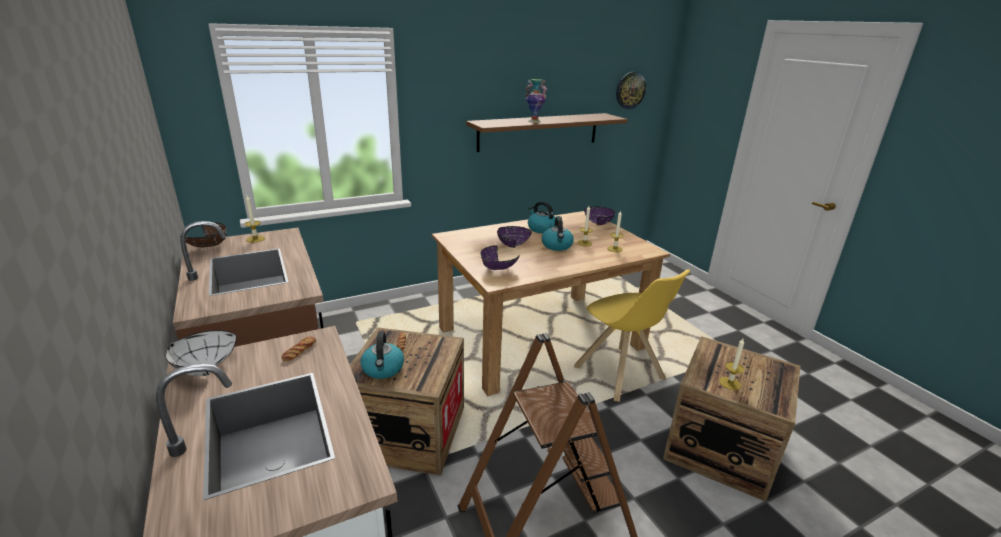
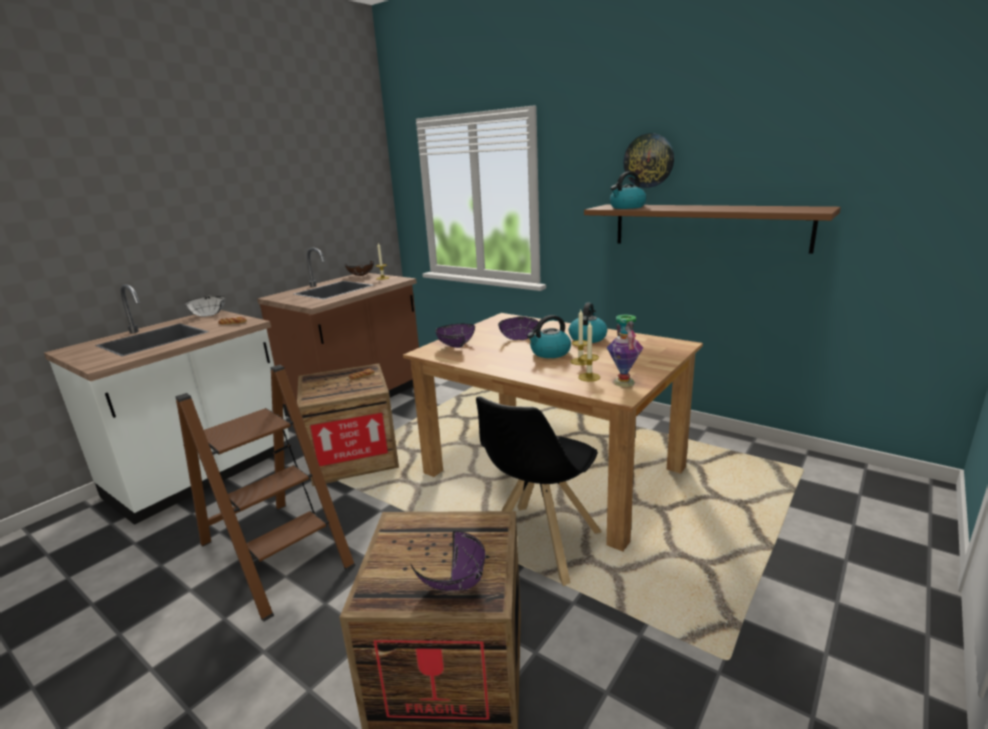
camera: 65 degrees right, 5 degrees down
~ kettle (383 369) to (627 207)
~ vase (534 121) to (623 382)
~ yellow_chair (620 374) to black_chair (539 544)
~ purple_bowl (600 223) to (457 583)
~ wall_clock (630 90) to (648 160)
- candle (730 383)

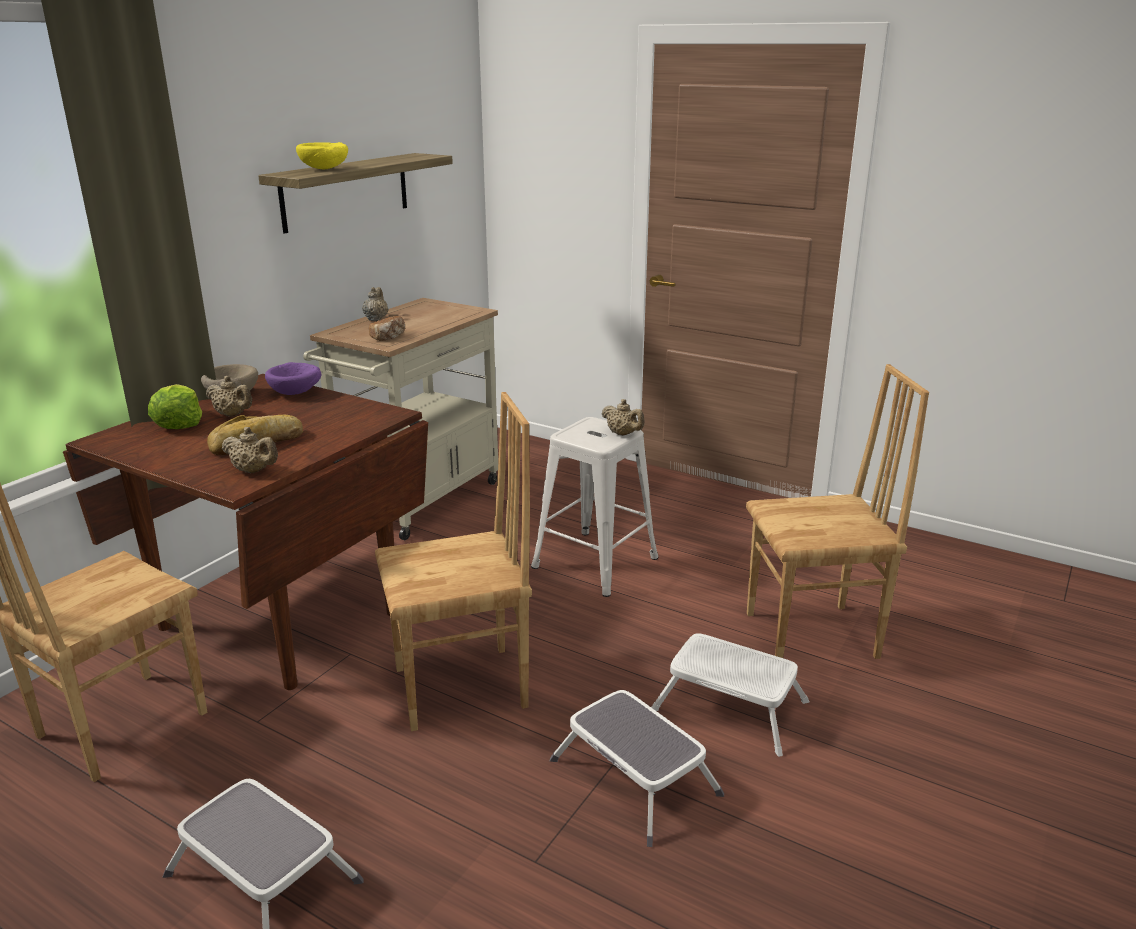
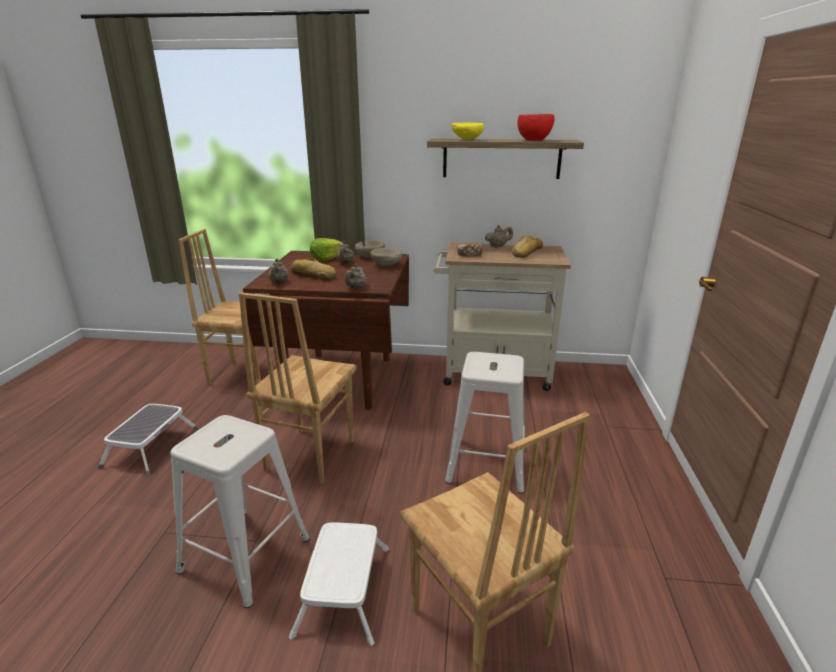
camera: 65 degrees right, 0 degrees up
~ purple_bowl (296 393) to beige_bowl (386 265)
~ brown_chair (462 689) = (309 455) 60 degrees clockwise
~ grey_step_ladder (634 777) to white_stool (245 555)
~ beige_teapot (623 434) to (355 288)
+ bread (525 252)
+ red_bowl (534 140)

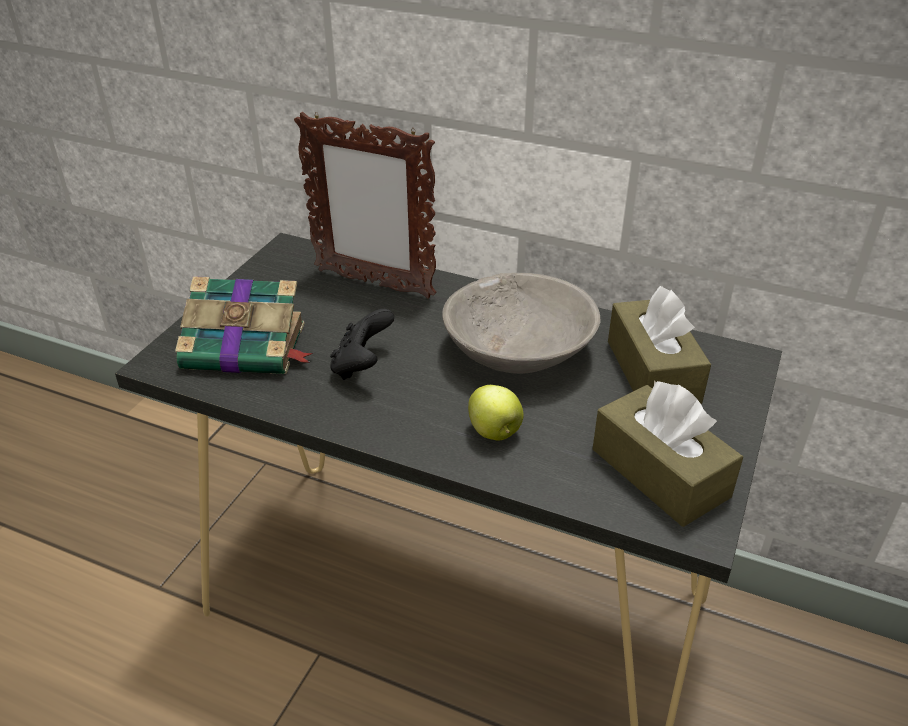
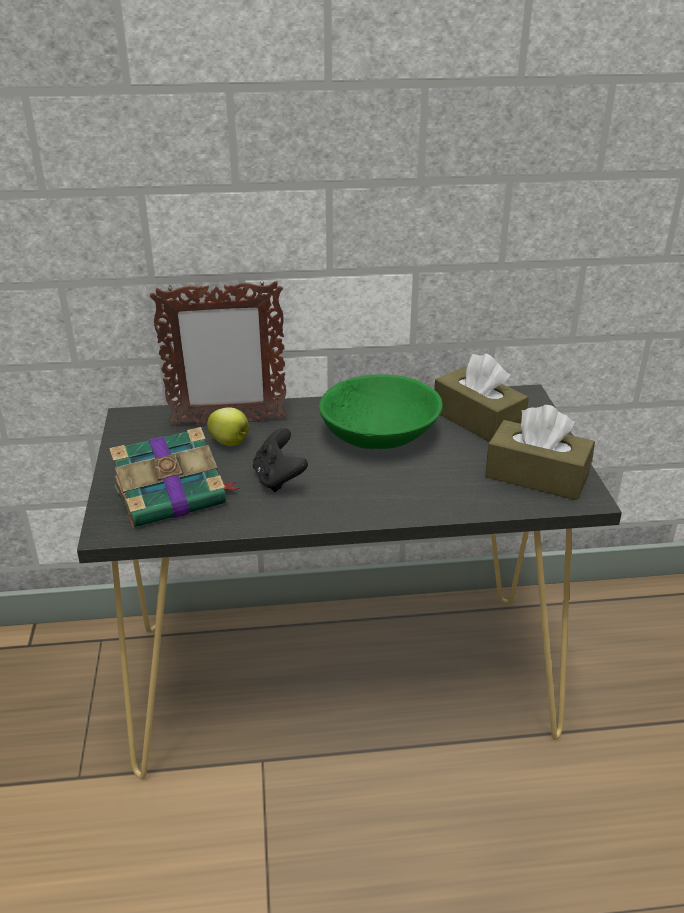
camera: 30 degrees left, 5 degrees down
~ grey_bowl (519 349) to green_bowl (379 433)
~ apple (495 433) to (230 443)

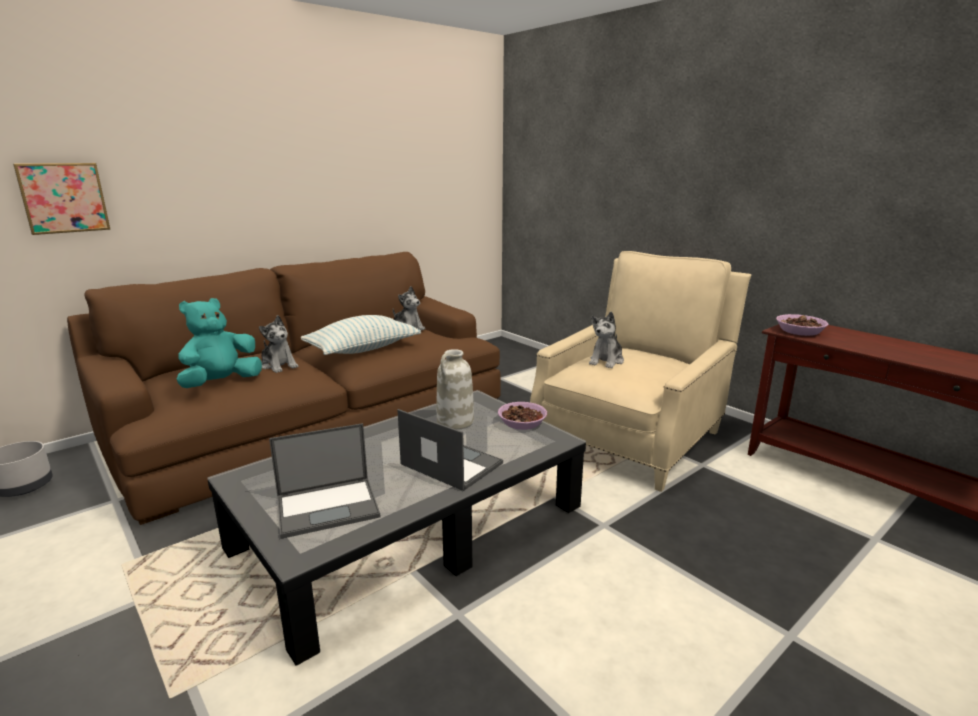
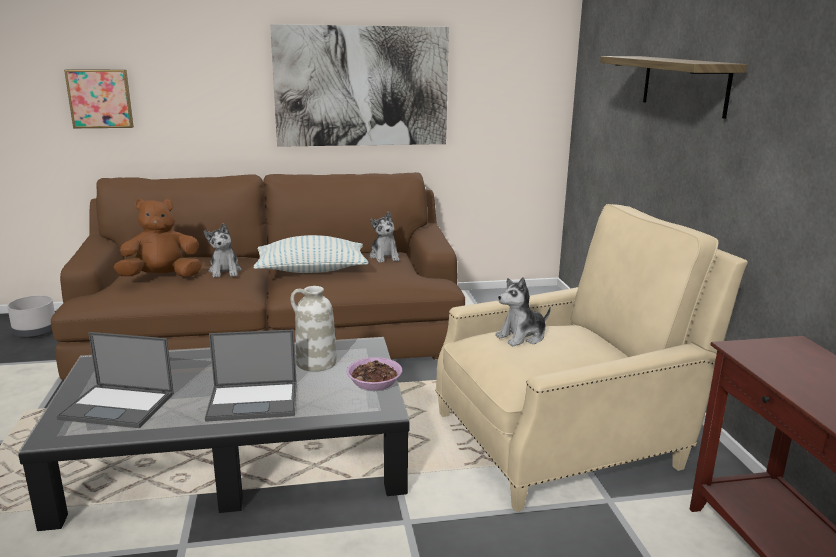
camera: 30 degrees right, 0 degrees up
~ turquoise_plush_toy (221 383) to brown_plush_toy (162 277)
~ laptop (450 463) = (254 401) 105 degrees clockwise
- bowl (799 331)
+ picture (361 86)
+ shelf (684 84)

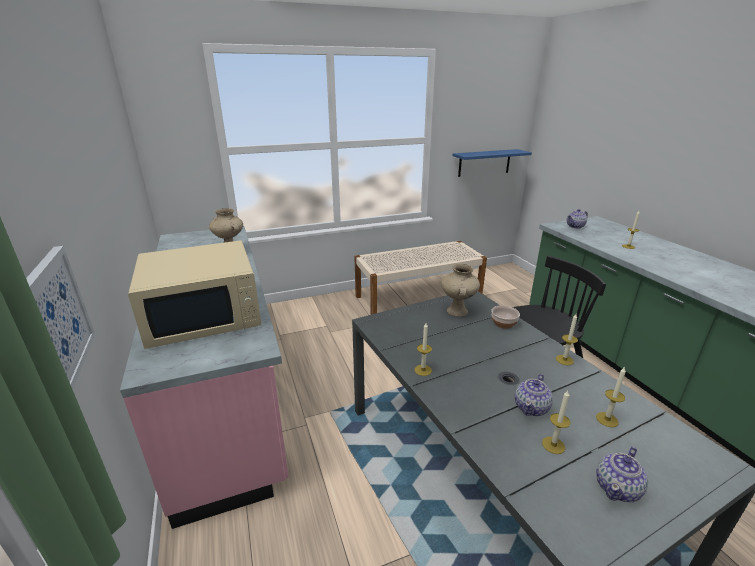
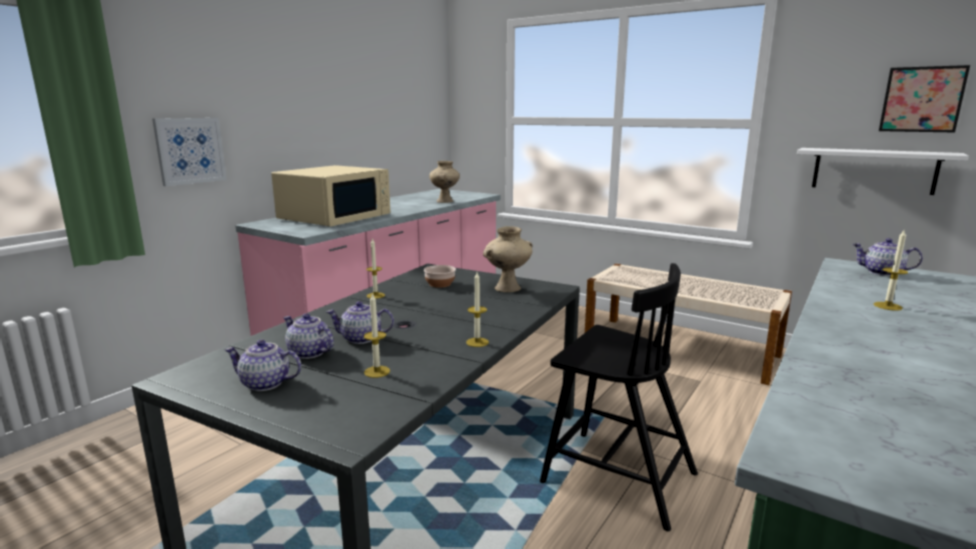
camera: 55 degrees right, 10 degrees down
~ beige_microwave (205 315) = (335 217) 90 degrees counterclockwise
~ blue_shelf (484 163) to white_shelf (873 170)
~ bowl (503 323) to (440 284)
~ candle (553 445) to teapot (309 353)
+ picture (922 99)

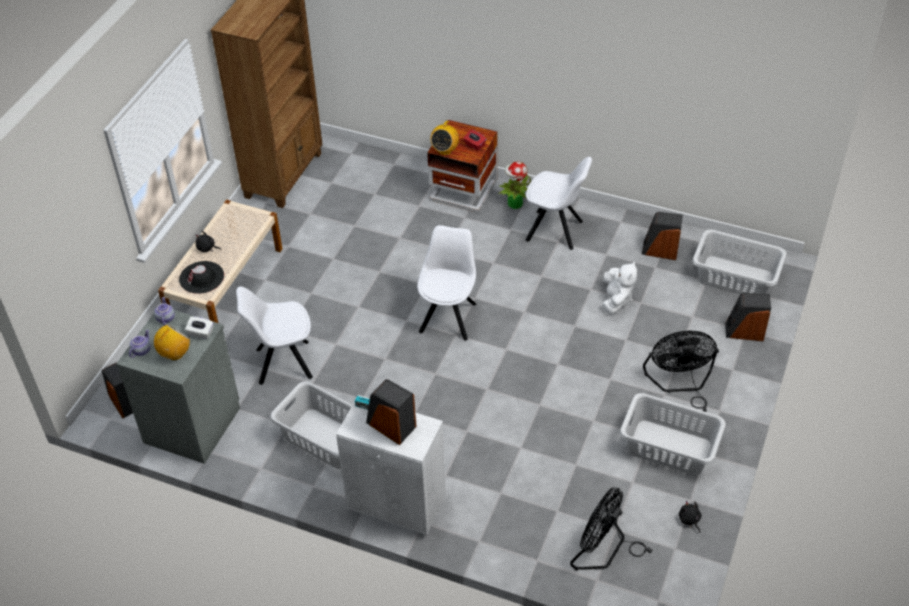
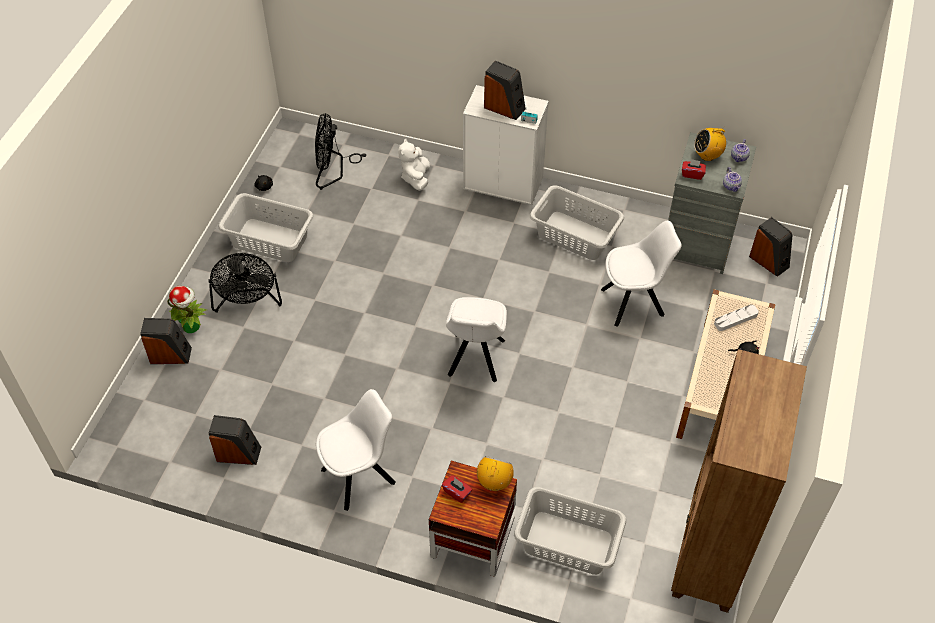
camera: 175 degrees right, 5 degrees up
~ radio (175 354) = (707 155) 45 degrees clockwise
~ black_hat (201 277) to white_tray (735 319)
~ white_tissue_box (200 333) to red_tissue_box (692 174)
~ potted_plant (514 203) to (192 326)
~ white_chair (555 231) = (359 477) 135 degrees clockwise
~ black_fan (606 546) = (333 166) 150 degrees clockwise
~ white_plush_toy (616 300) to (416 178)
~ grey_laundry_basket (735 277) to (568 544)

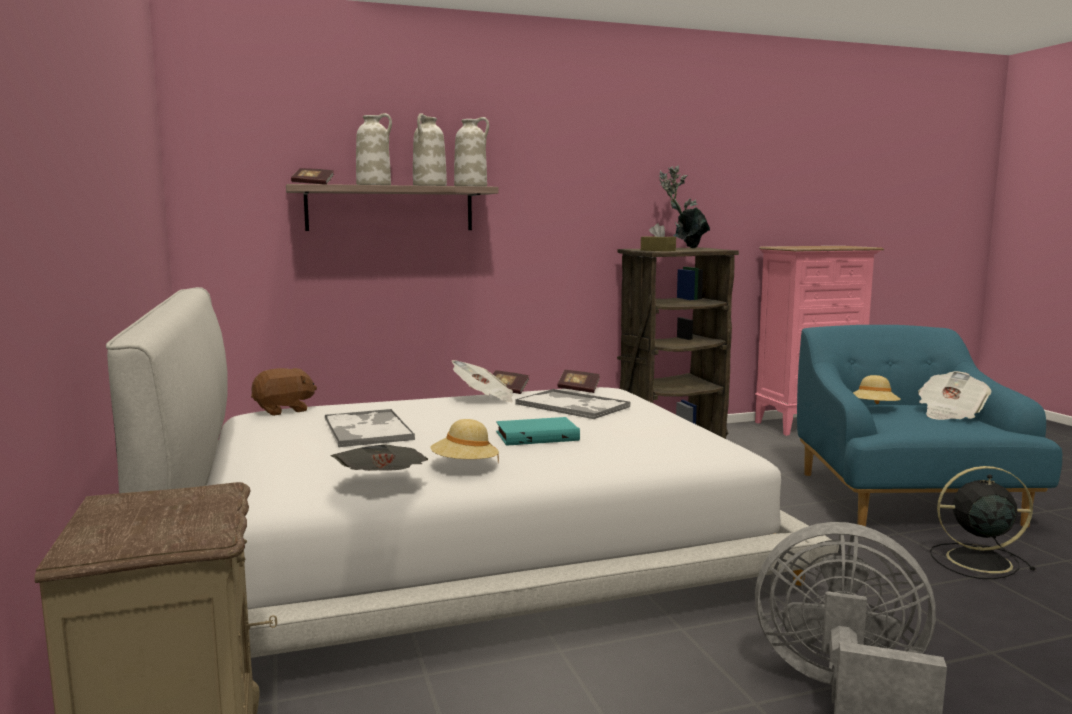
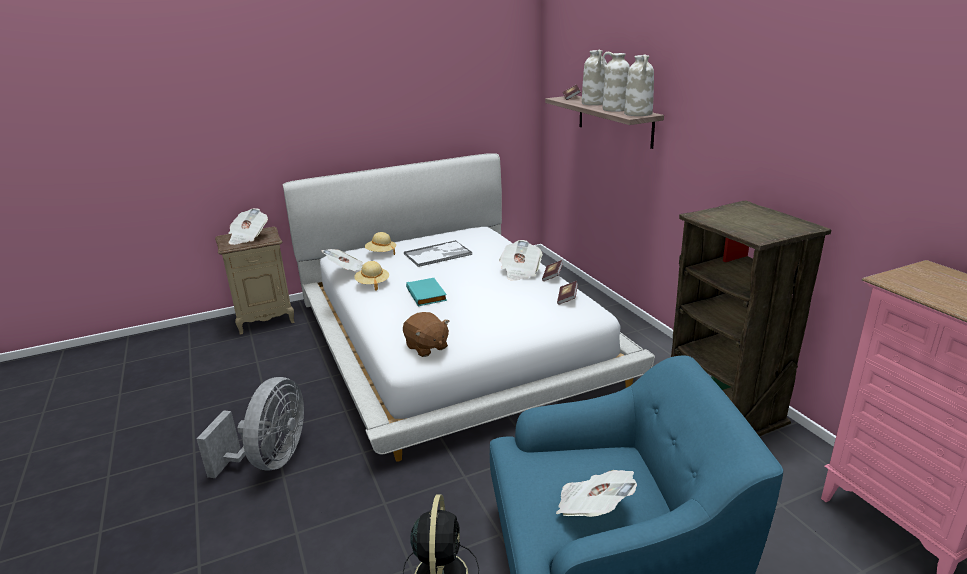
camera: 85 degrees right, 15 degrees up
~ brown_plush_toy (284 410) to (426 347)
- tray (573 406)
- brown_tissue_box (658 250)
- potted_plant (684 248)
~ beige_hat (873 409) to (381 253)
+ newspaper (248 237)

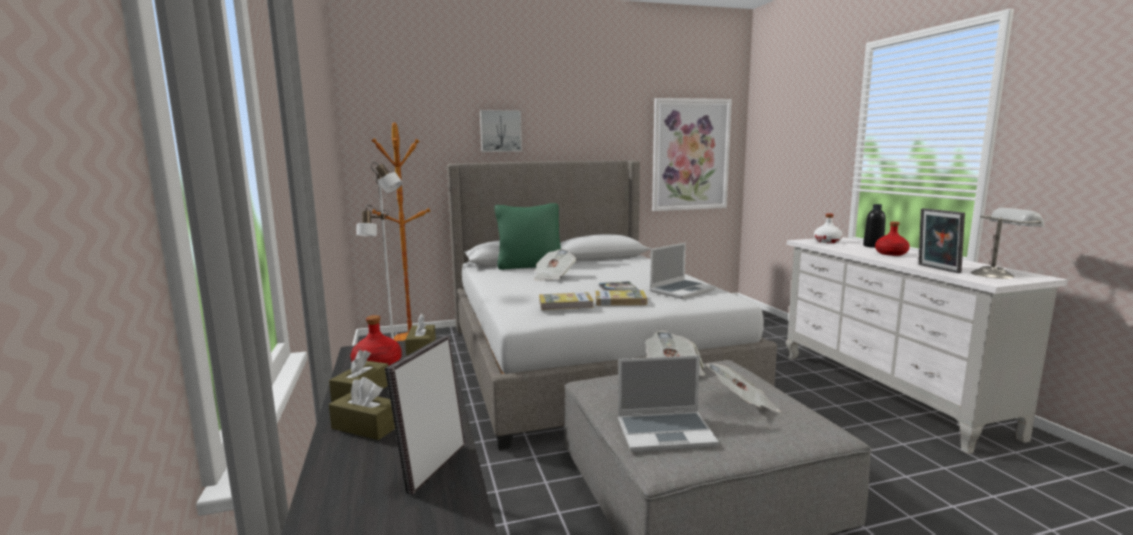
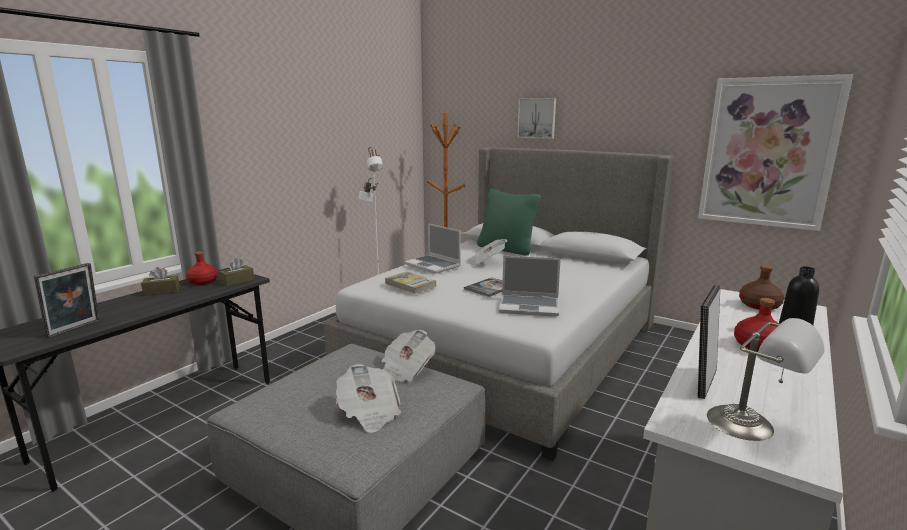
camera: 50 degrees right, 5 degrees up
- brown_tissue_box (366 427)
~ picture_frame (432 466) = (75 329) 135 degrees clockwise
- book (620 301)
~ laptop (666 432) to (433 265)
~ white_bottle (827 241) to brown_bottle (759 305)

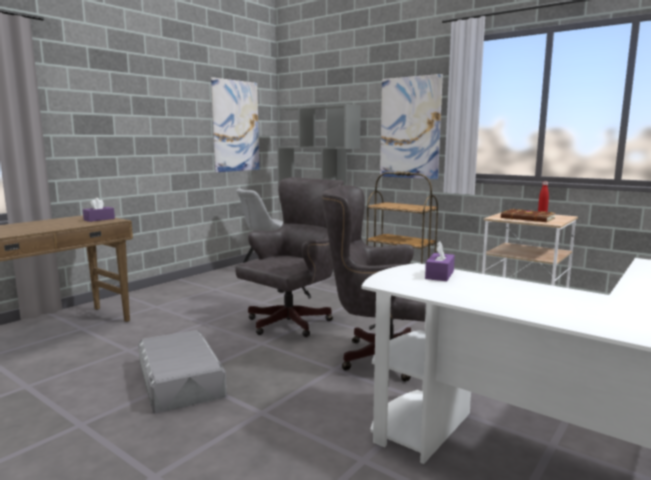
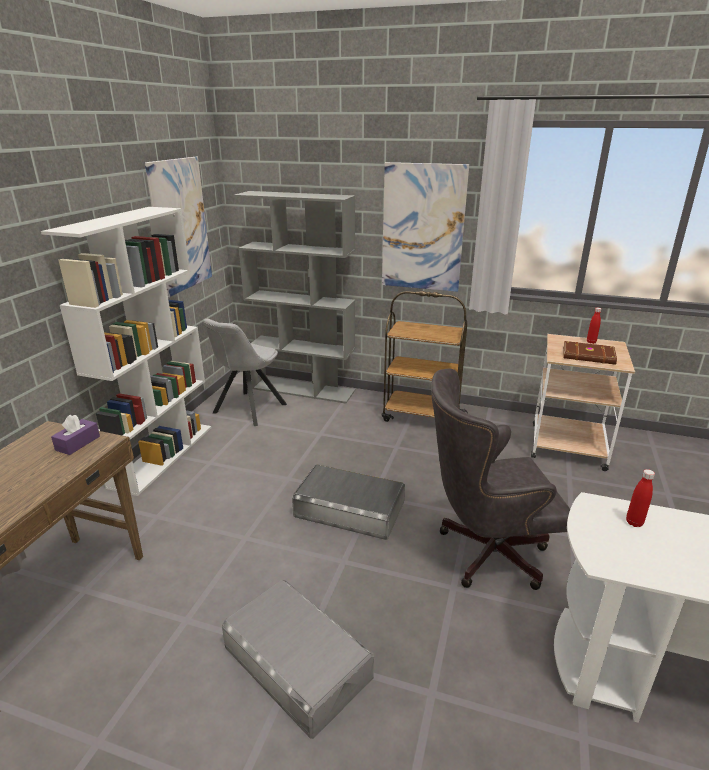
camera: 20 degrees left, 15 degrees up
~ grey_office_chair (293 321) to grey_storage_box (349 509)
~ purple_tissue_box (439 275) to red_bottle (634 522)
+ white_bookcase (163 455)

